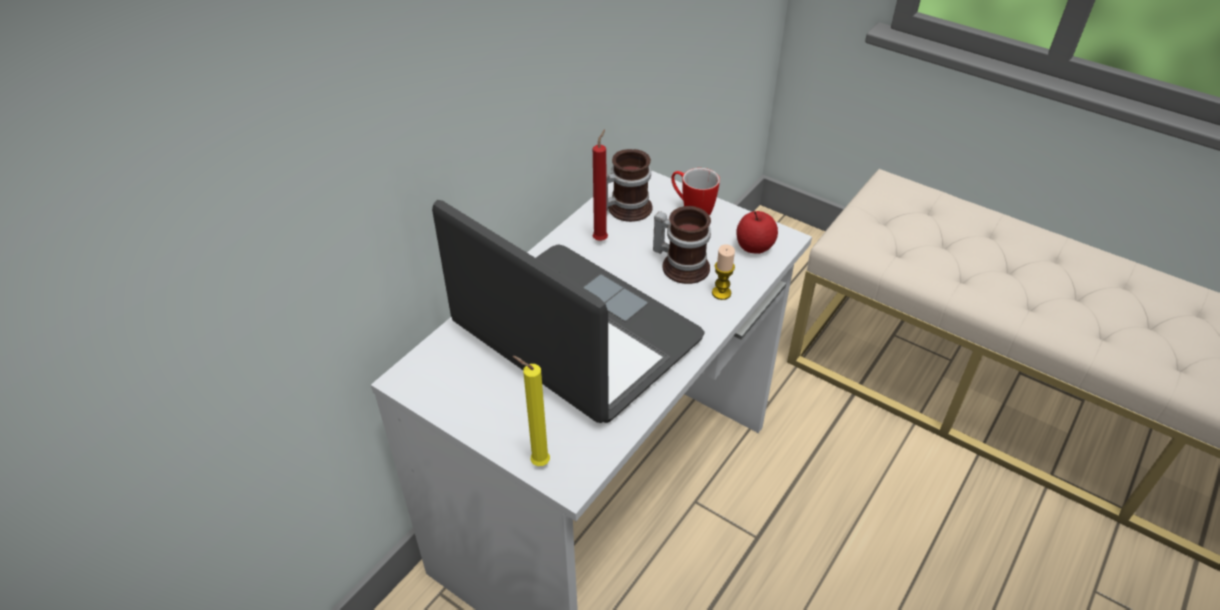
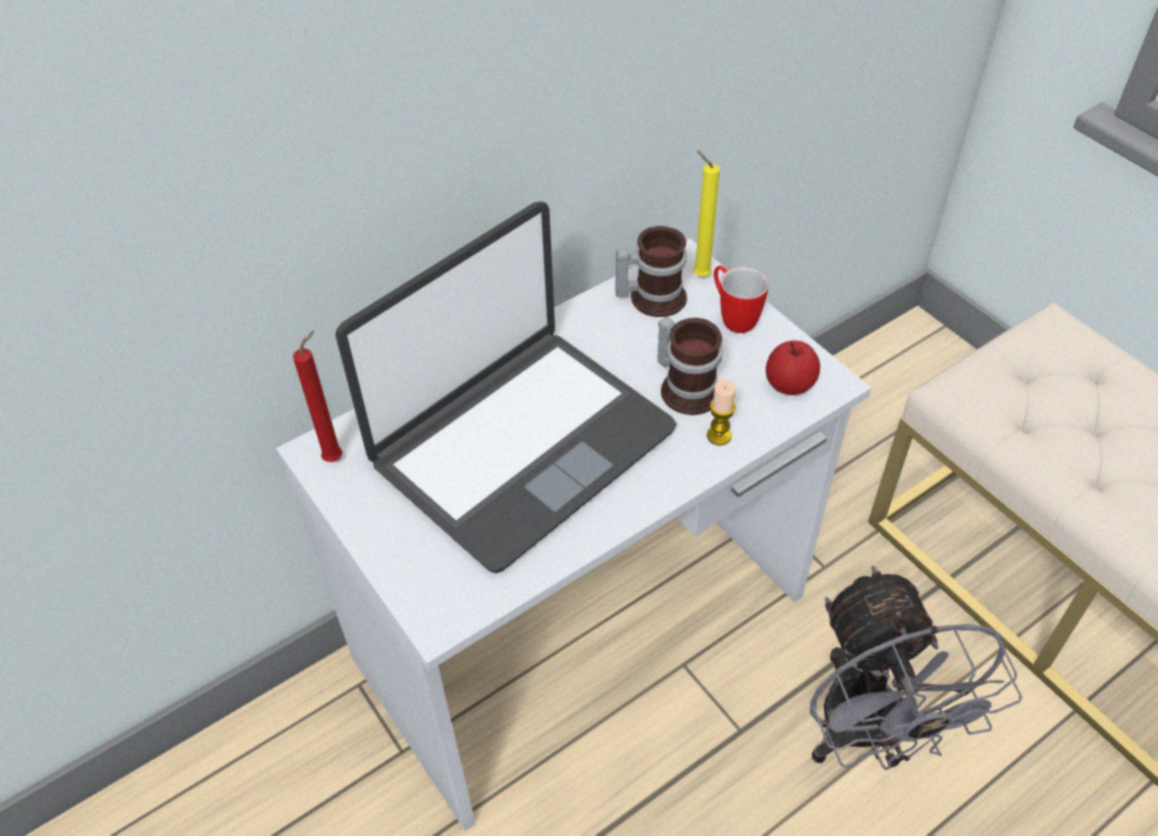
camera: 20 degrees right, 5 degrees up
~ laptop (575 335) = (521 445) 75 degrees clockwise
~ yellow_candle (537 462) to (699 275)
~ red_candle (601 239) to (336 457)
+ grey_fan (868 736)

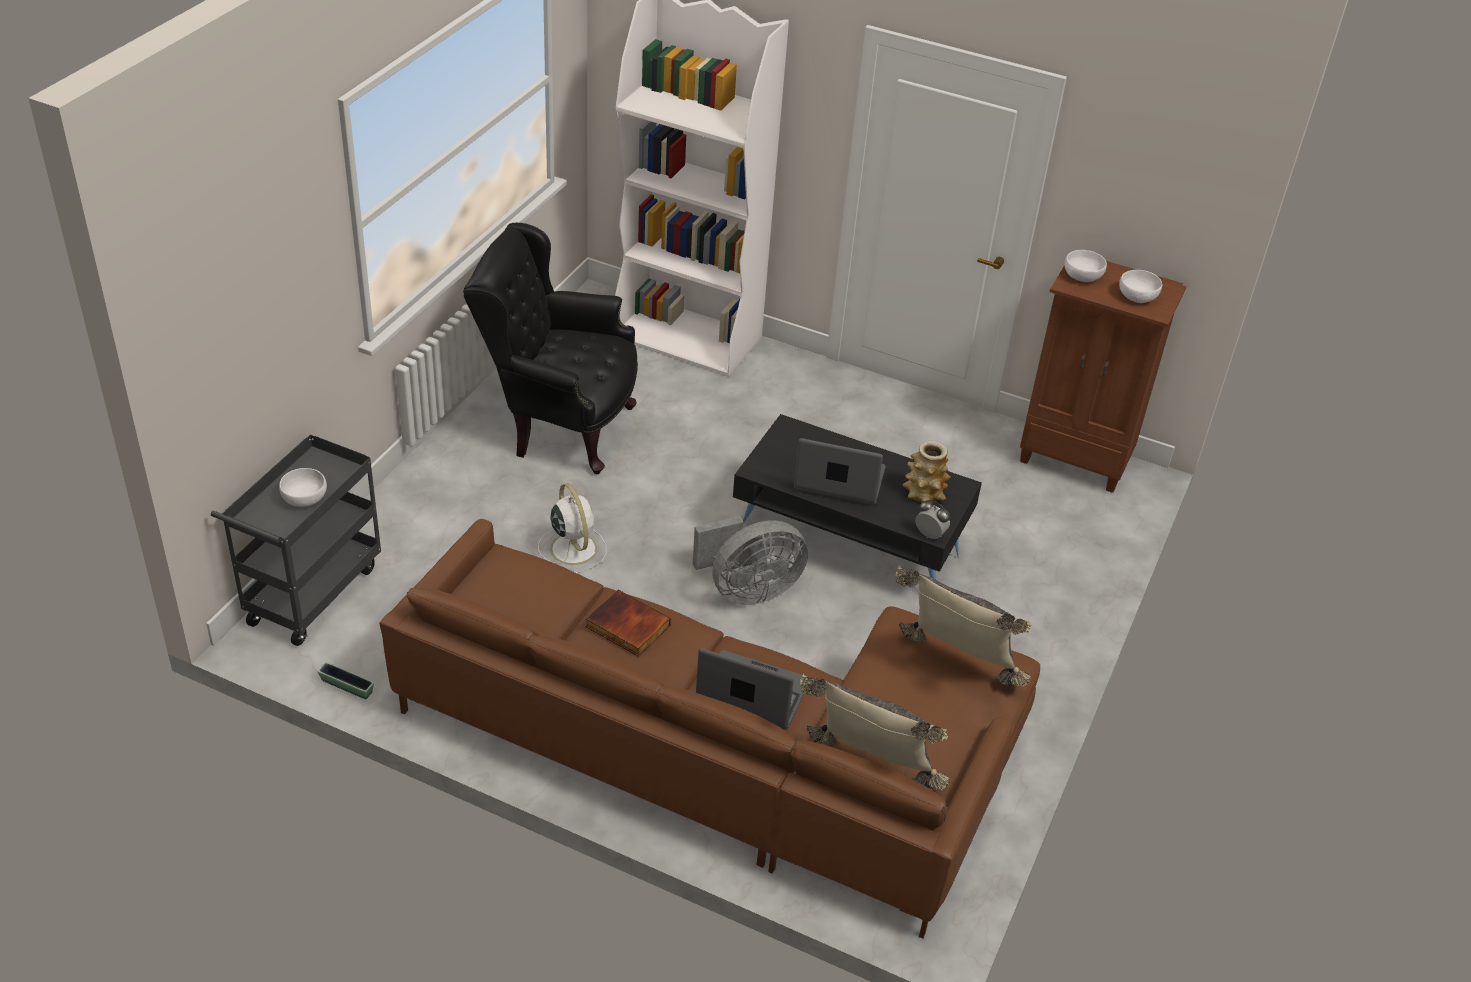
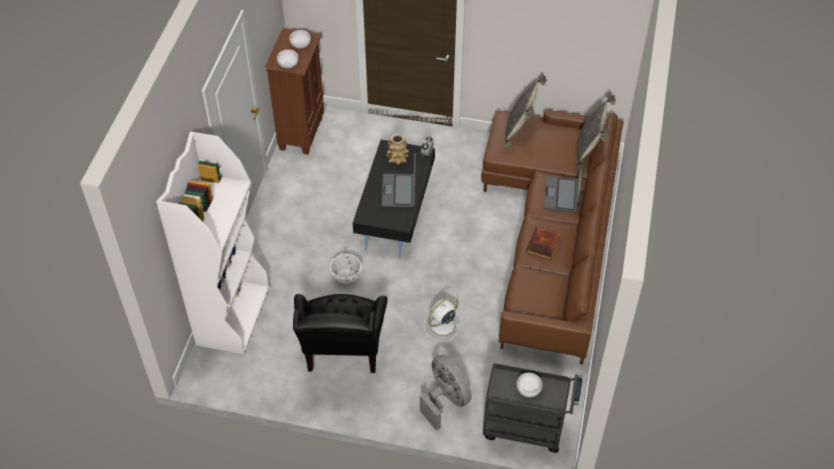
camera: 100 degrees left, 10 degrees up
~ grey_fan (748 590) to (445 400)
+ basket (346 277)

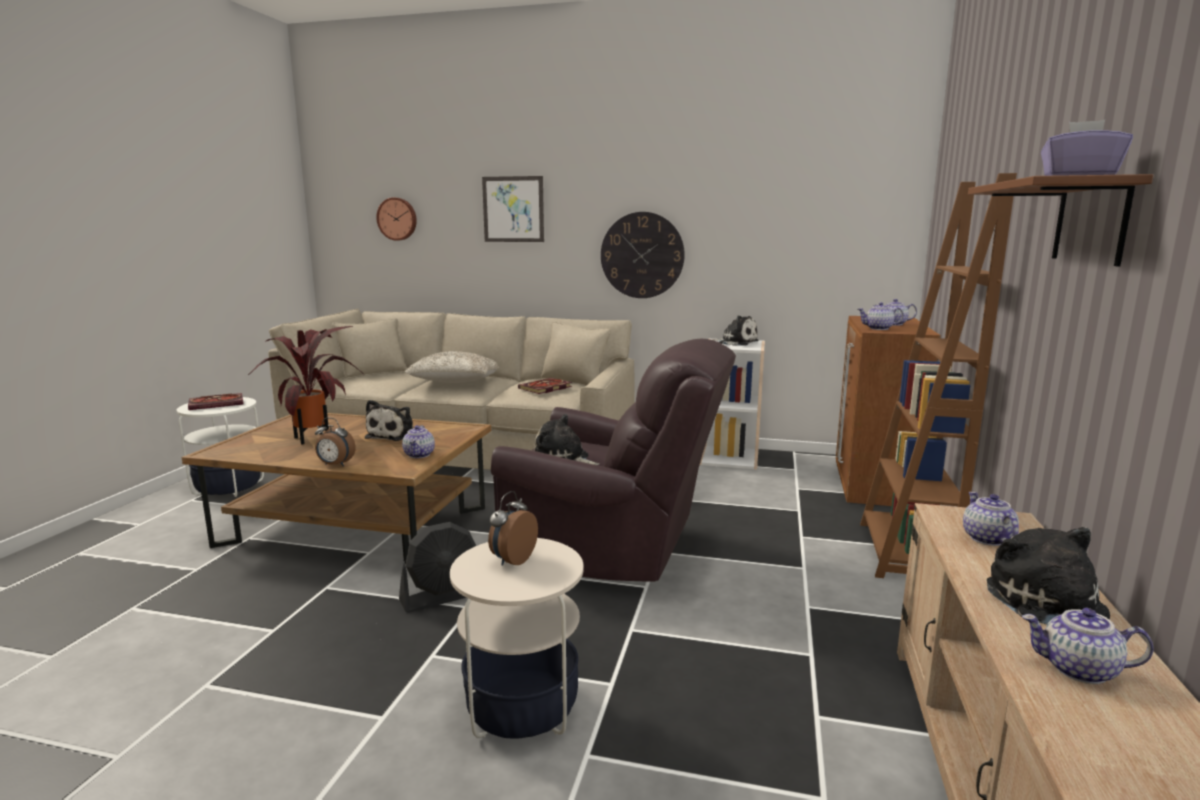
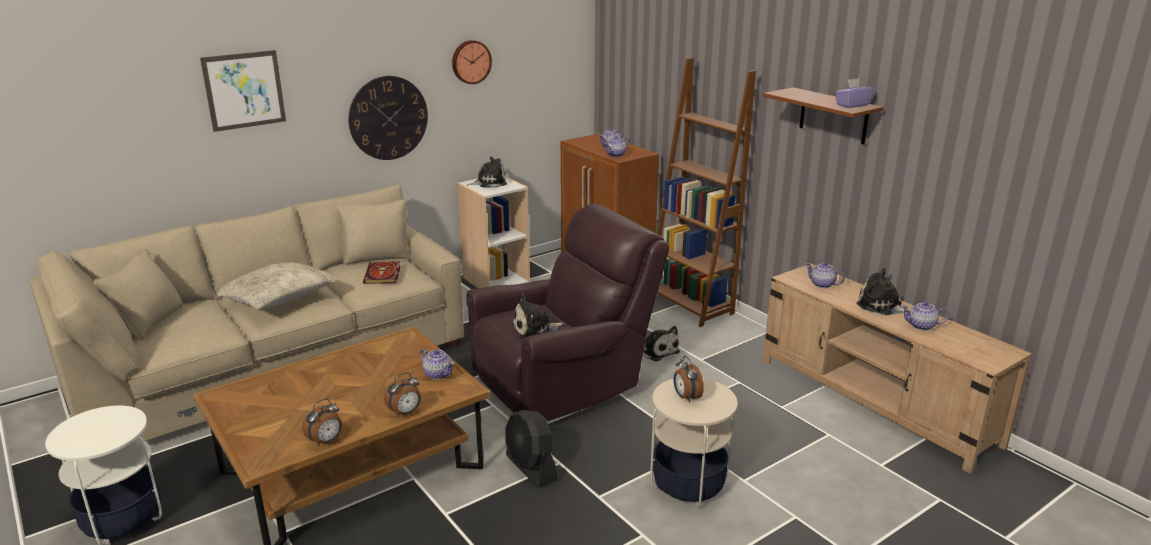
camera: 50 degrees left, 10 degrees up
- book (218 404)
- potted_plant (316 438)
~ plush_toy (394 435) to (657 351)
~ wall_clock (397 219) to (470 62)
~ black_fan (443 596) = (531 468) 135 degrees clockwise
~ teapot (1078 670) = (921 326) 45 degrees clockwise
+ alarm_clock (326 441)

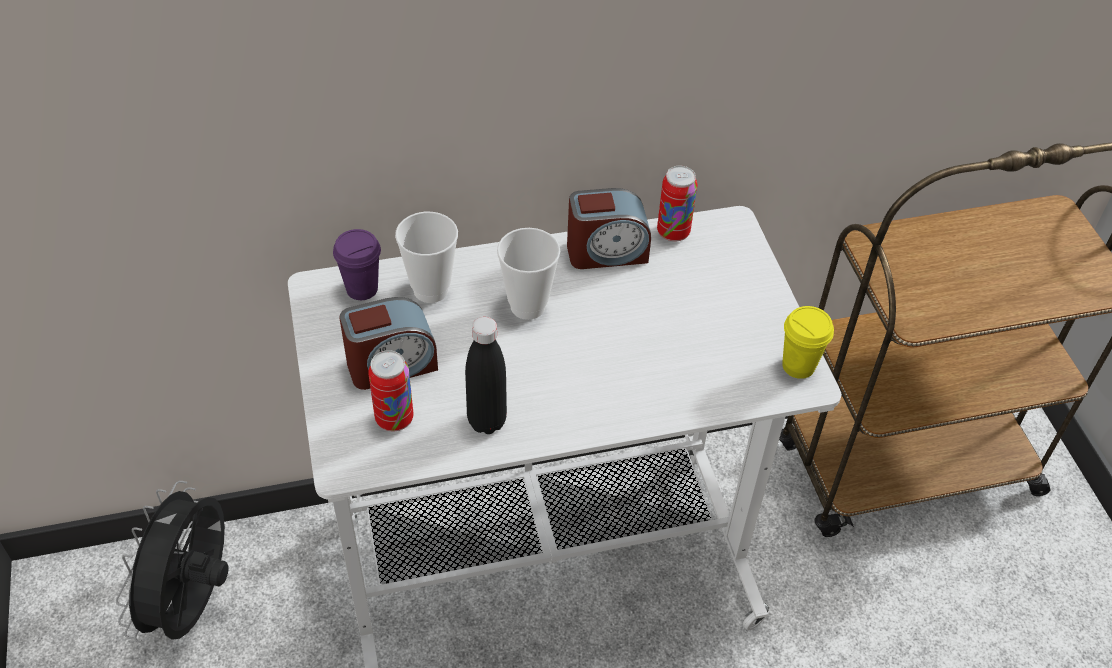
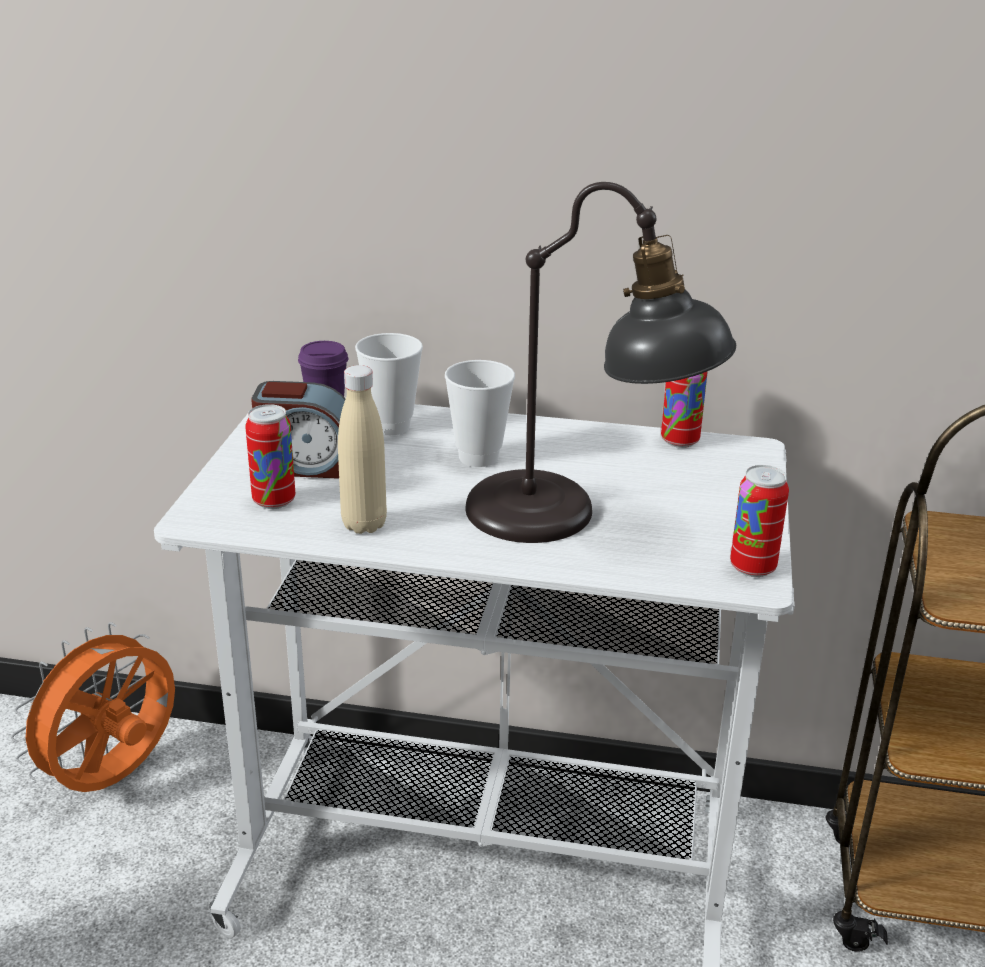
camera: 25 degrees right, 20 degrees down
~ black_fan (195 604) to orange_fan (115 779)
~ black_bottle (487 421) to beige_bottle (364 524)
- alarm_clock (606 252)
~ yellow_cup (798 366) to can (752 567)
+ grey_table_lamp (585 516)

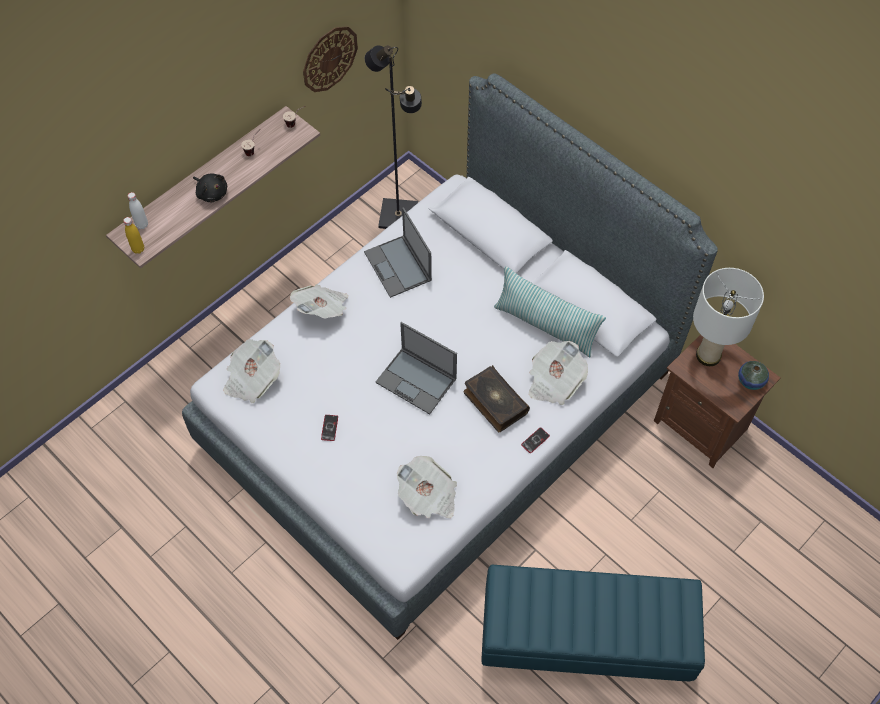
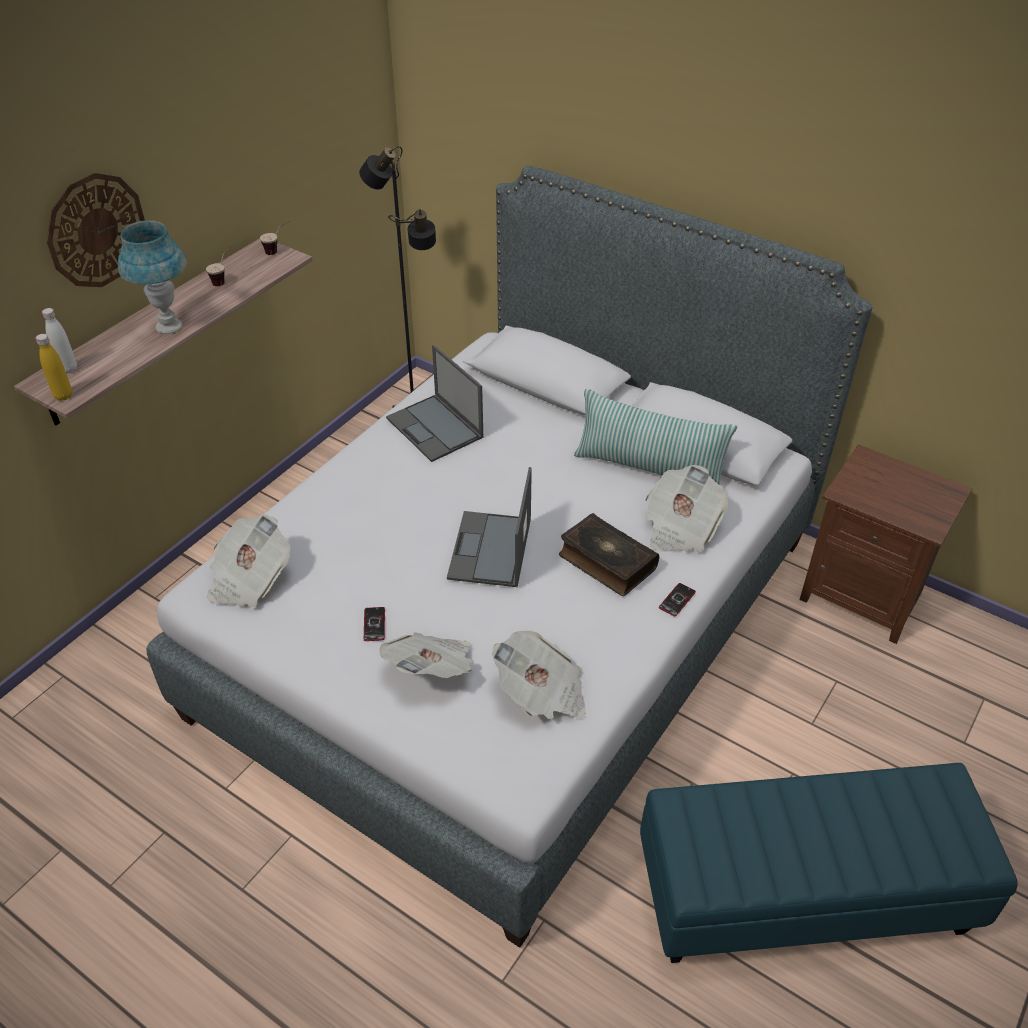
camera: 10 degrees left, 15 degrees down
~ black_plush_toy (211 193) to blue_table_lamp (169 327)
~ newspaper (322 309) to (432 669)
~ wall_clock (329 58) to (96 230)
~ laptop (417 381) = (490 550) 75 degrees clockwise
- white_table_lamp (708 355)
- vase (751 380)

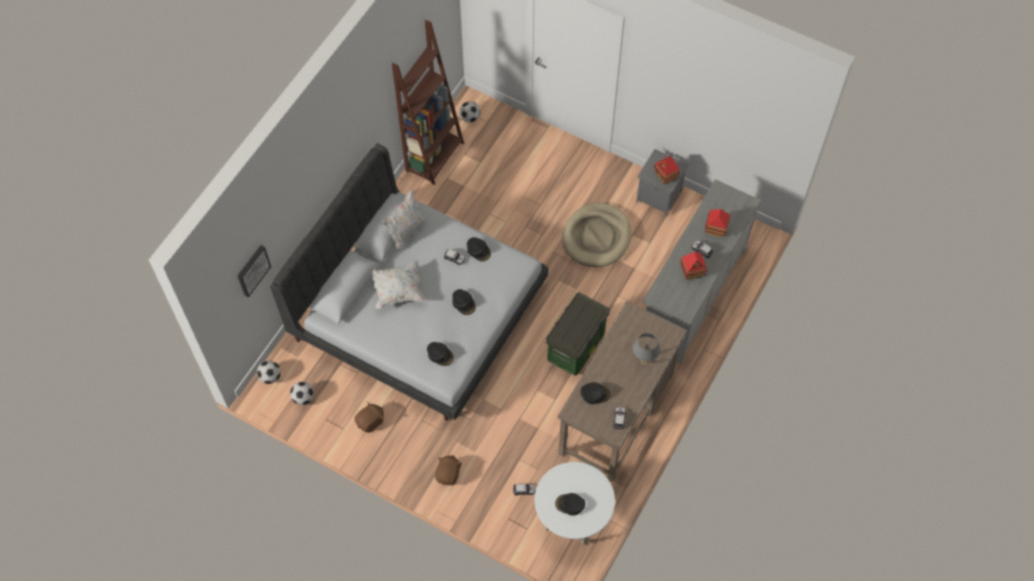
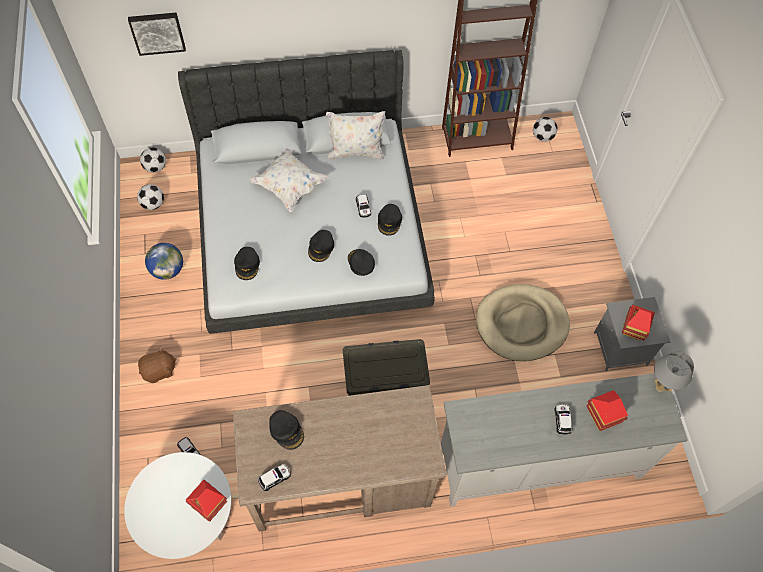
camera: 50 degrees right, 0 degrees up
~ brown_plush_toy (370 421) to globe (167 270)
~ black_cap (570 505) to (361 263)
~ grey_table_lamp (644 362) to (659 387)
~ toy_house (692 272) to (209 504)

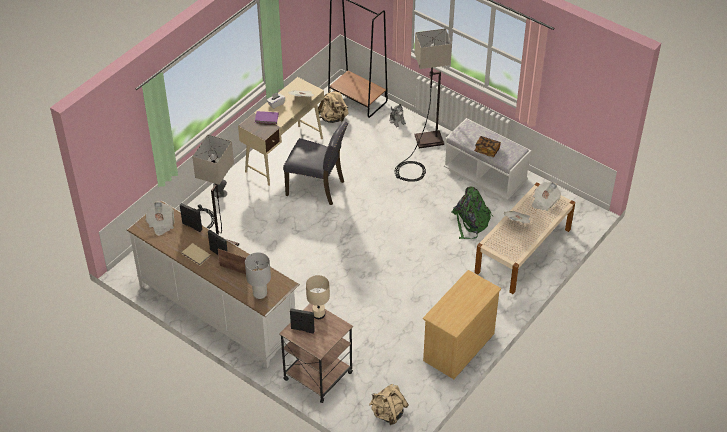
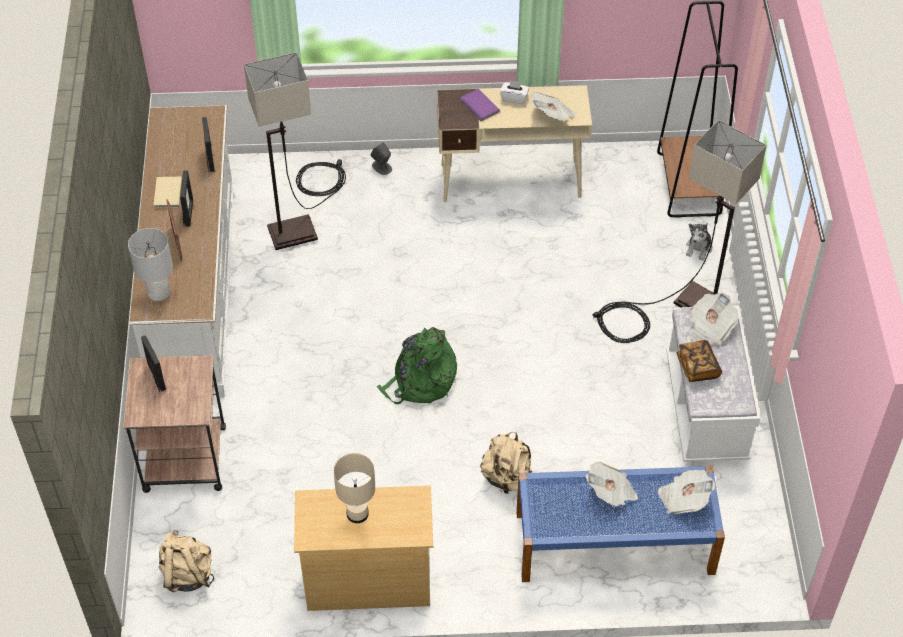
camera: 50 degrees right, 5 degrees up
~ newspaper (161 224) to (709 327)
- grey_chair (317 187)
~ beige_table_lamp (318 314) to (358 513)
~ beige_backpack (333 118) to (506 477)
~ green_backpack (471 222) to (420 381)
~ beige_bench (523 251) to blue_bench (614 543)

